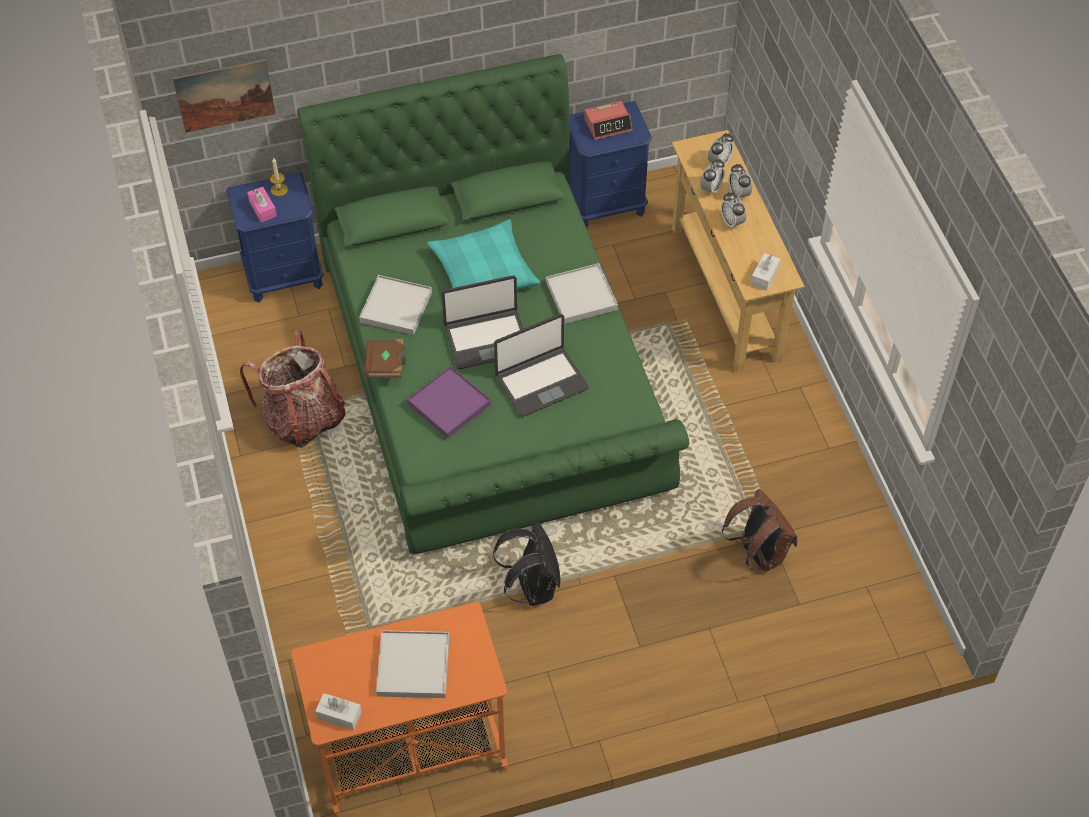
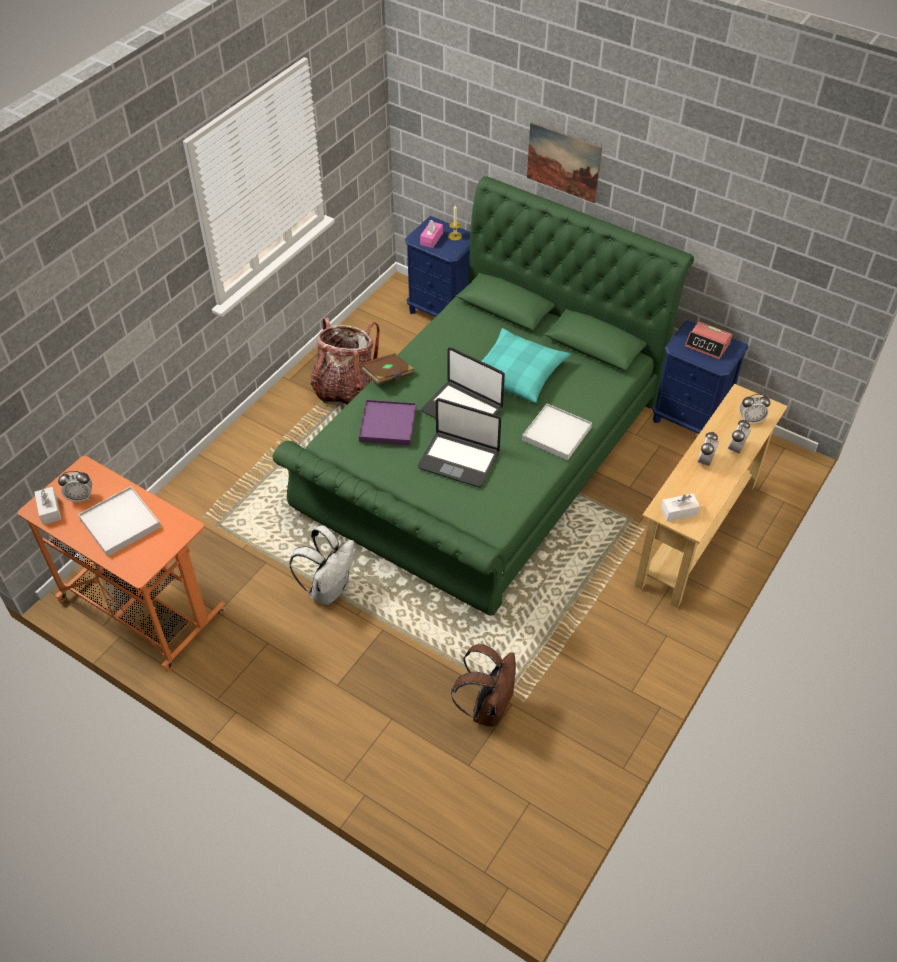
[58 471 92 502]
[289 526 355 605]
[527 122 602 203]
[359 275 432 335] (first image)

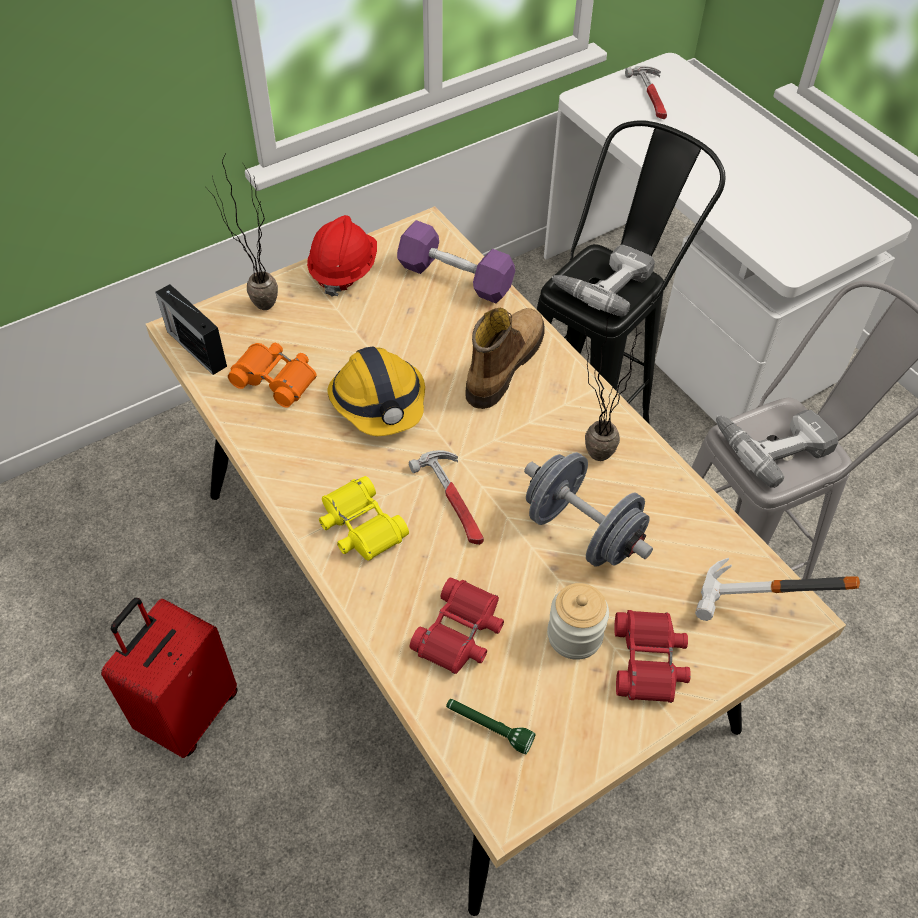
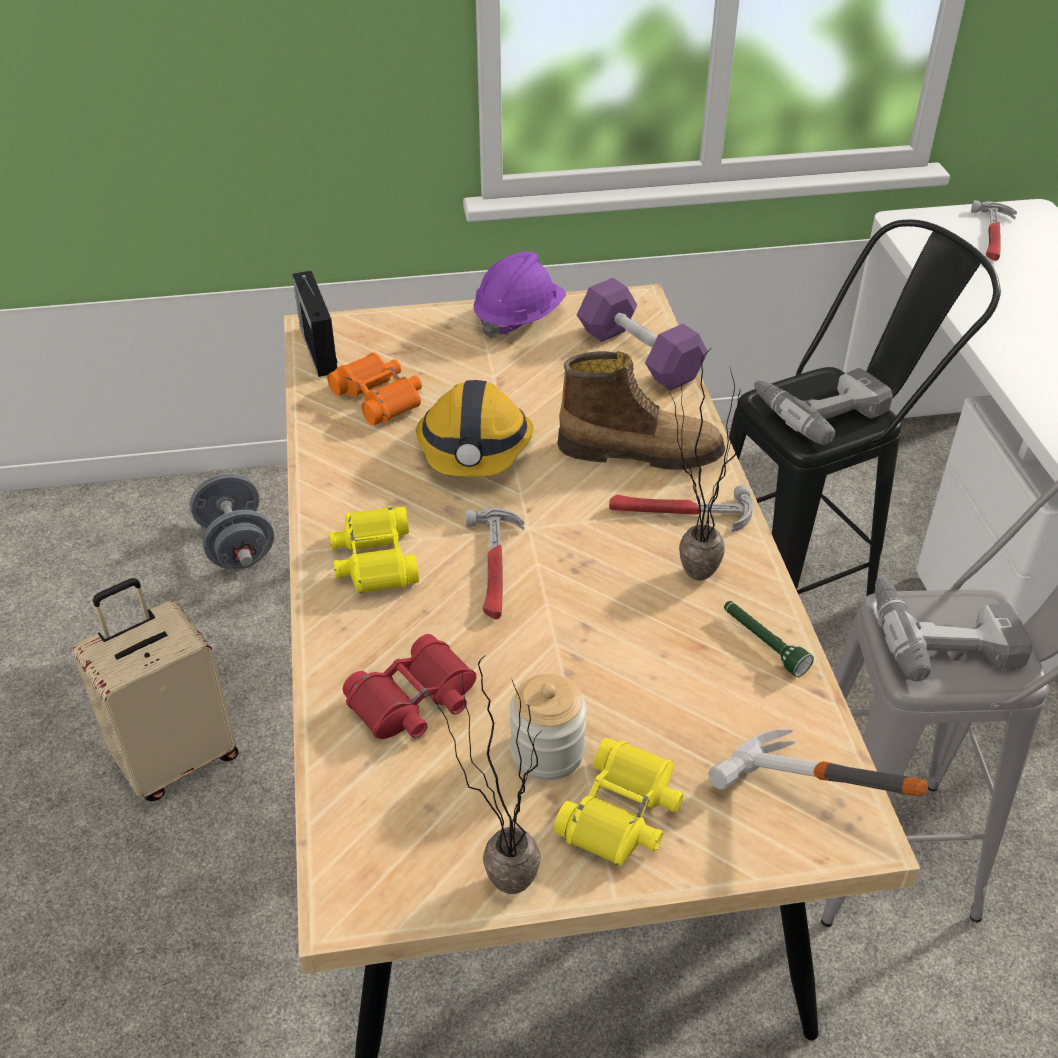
[72 578 238 801]
[190 473 274 569]
[434 655 541 894]
[473 252 566 339]
[554 738 684 866]
[557 351 725 470]
[609 485 753 532]
[724 601 814 677]

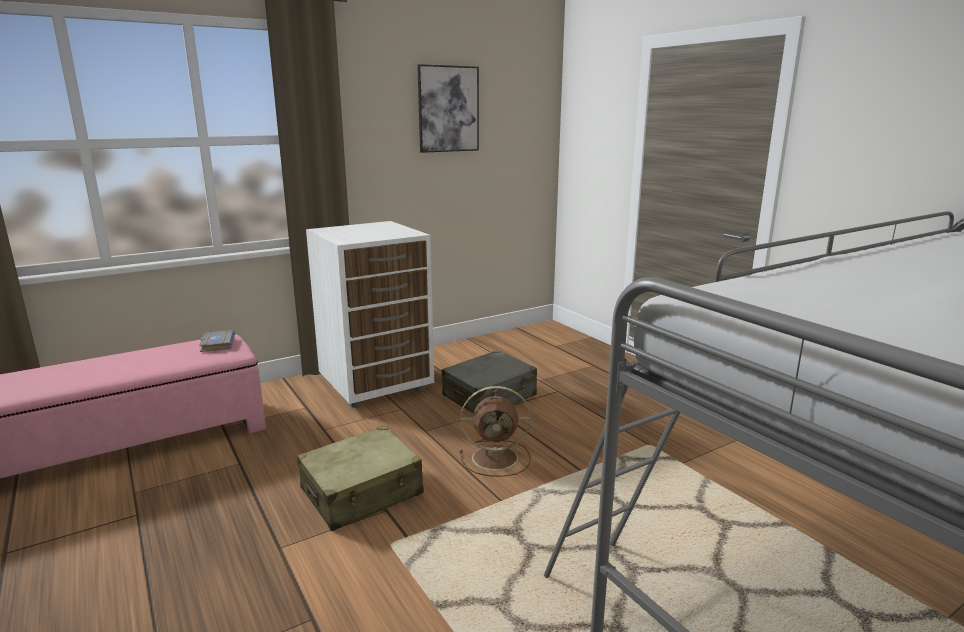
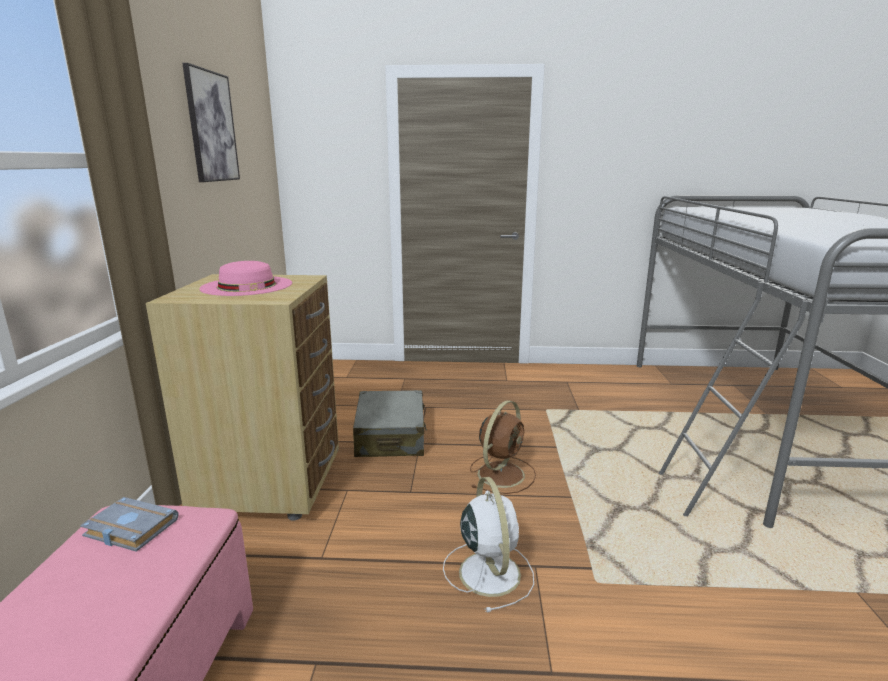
[146 274 339 521]
[199 261 292 296]
[443 477 534 613]

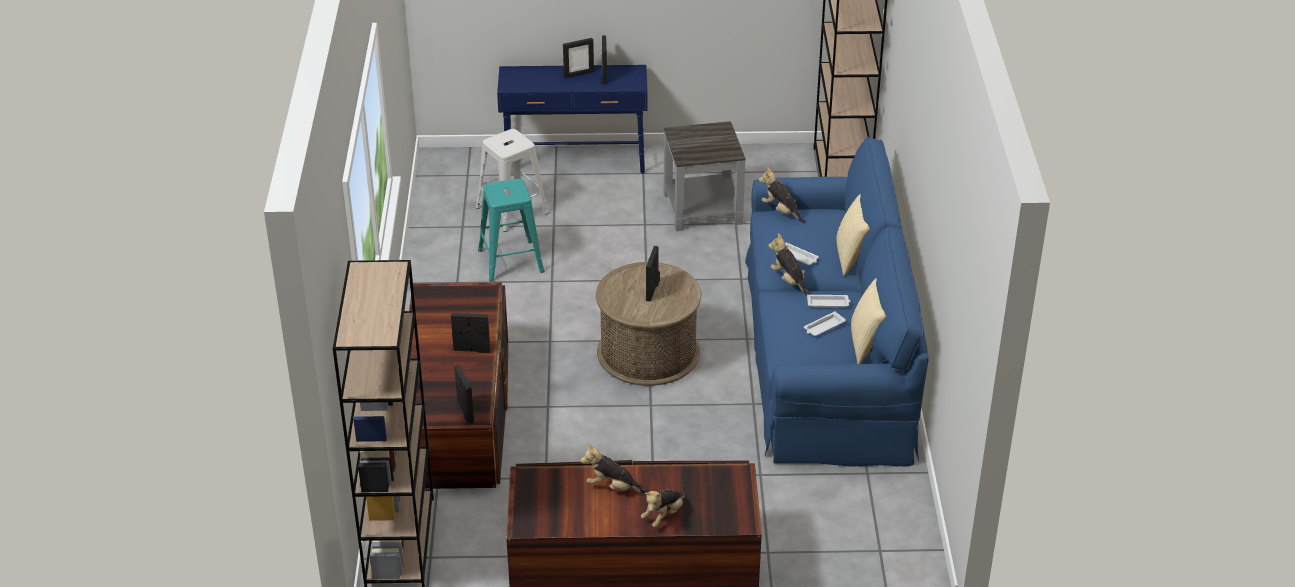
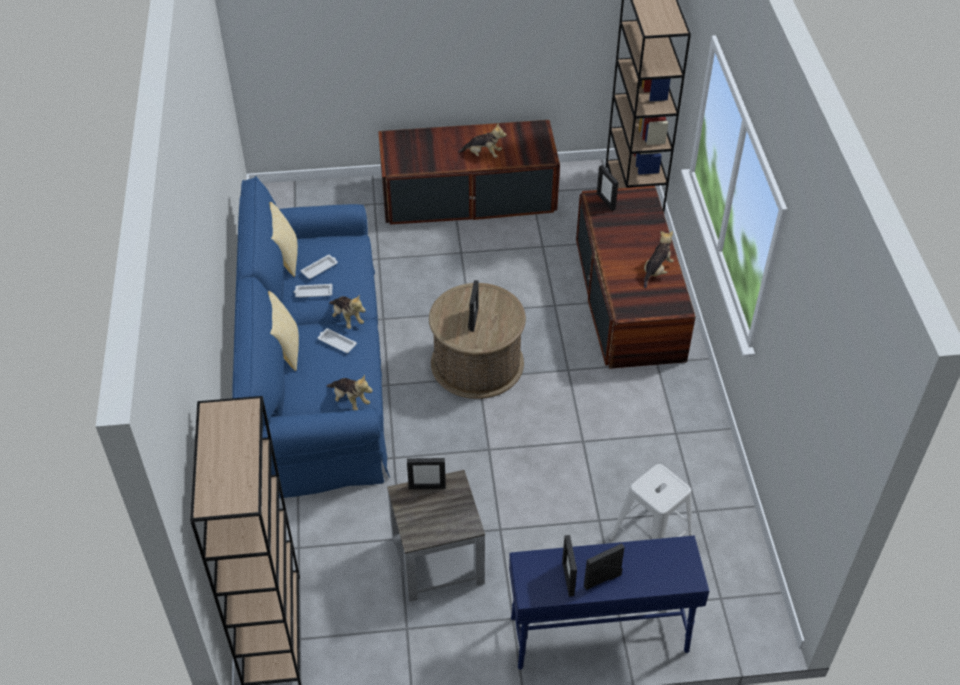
[407 458 446 489]
[644 231 674 288]
[478 179 544 282] (first image)

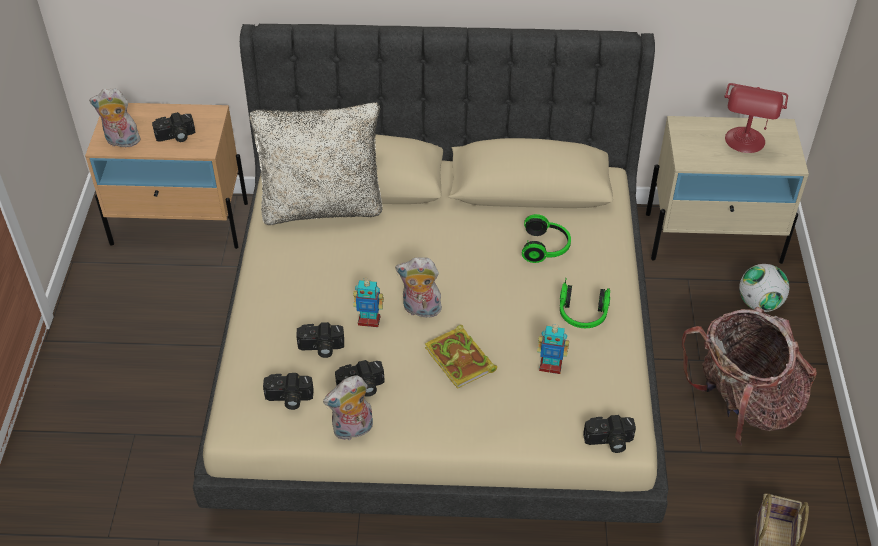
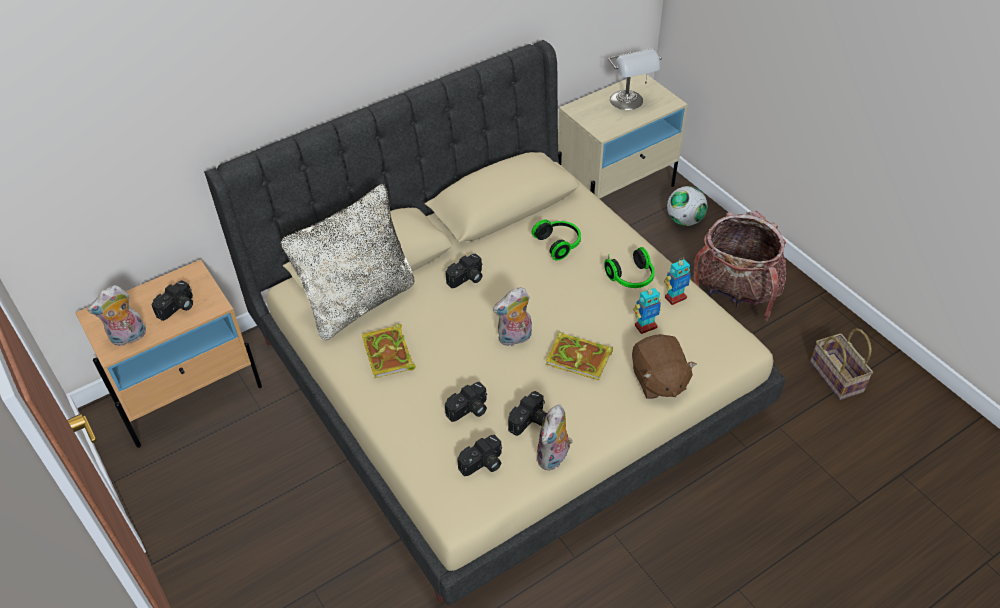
[362 324 416 379]
[446 253 483 288]
[608 49 662 110]
[632 334 697 399]
[664 259 691 305]

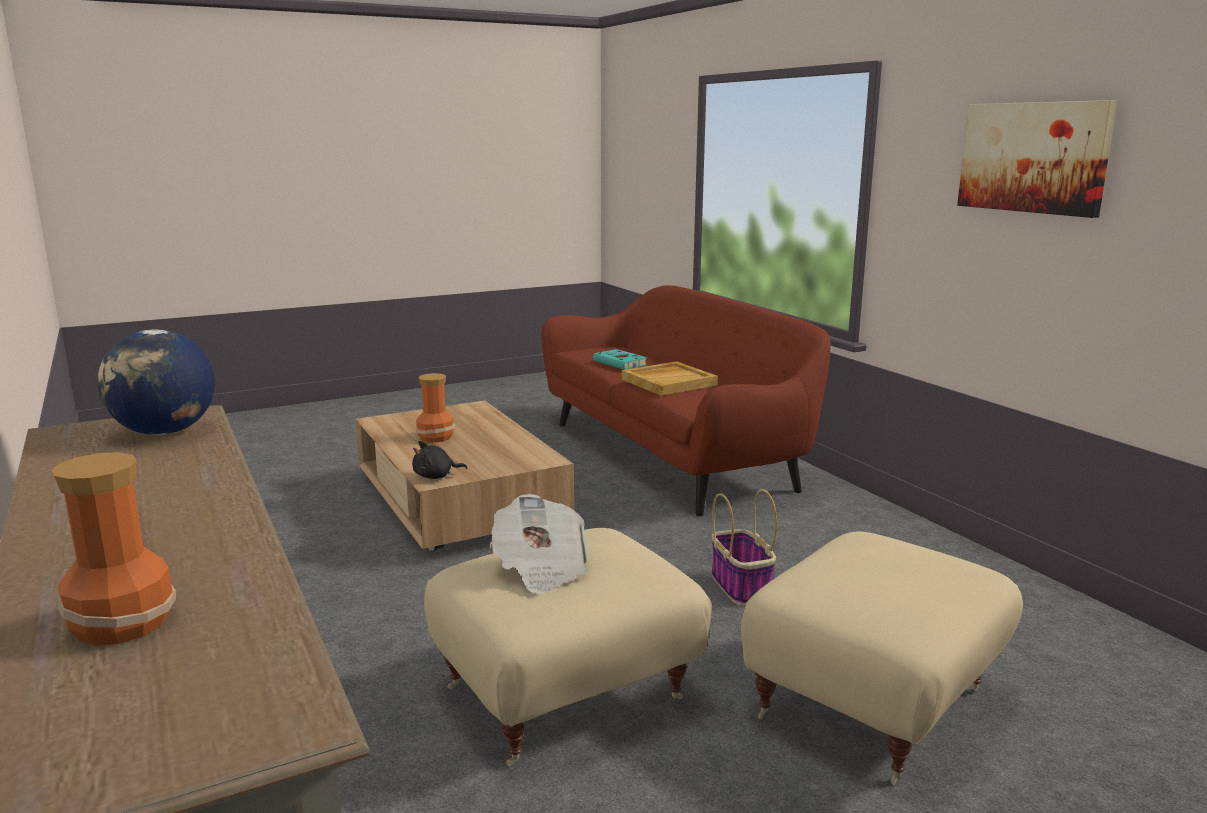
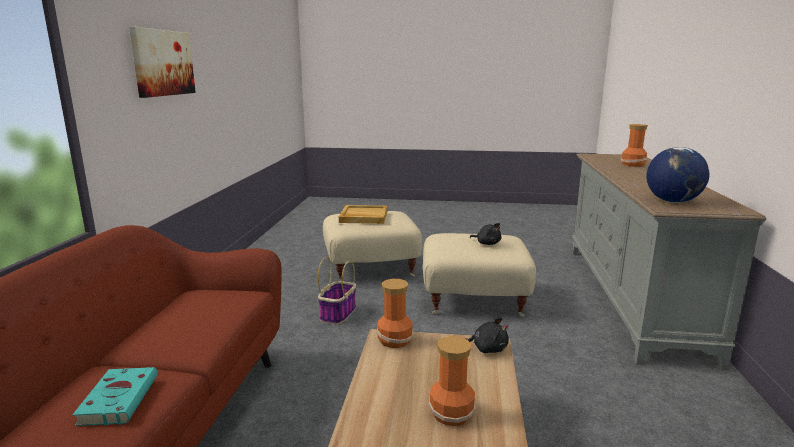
[339 205 387 224]
[376 279 413 348]
[470 223 501 245]

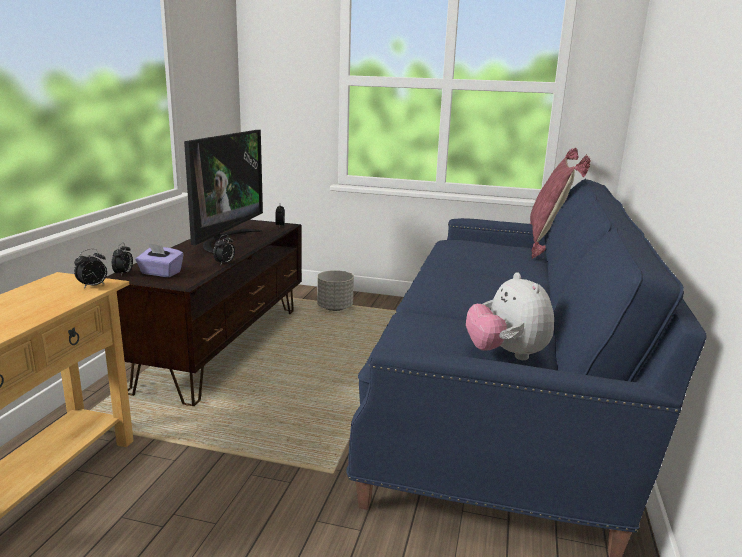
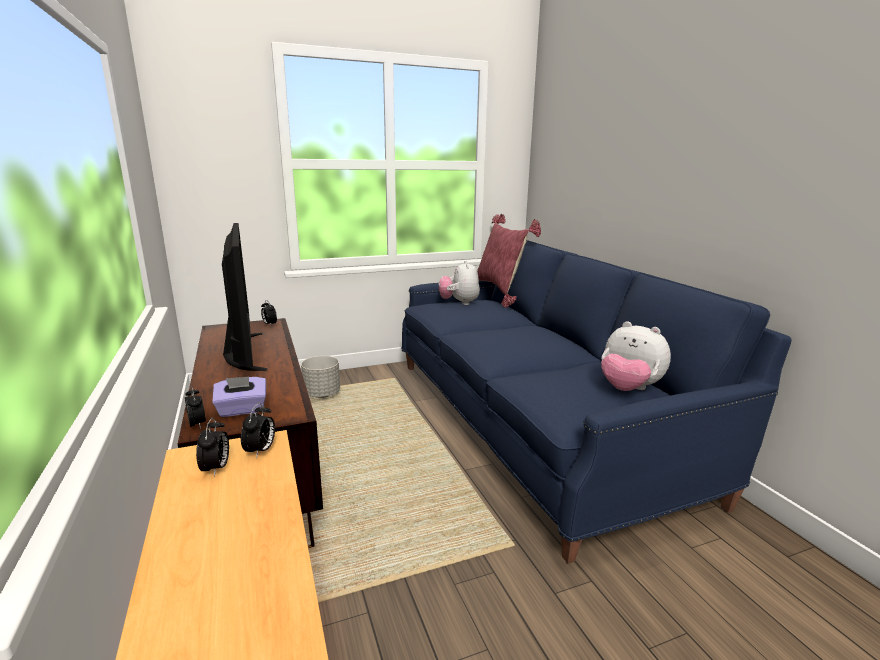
[196 417 229 477]
[439 260 480 305]

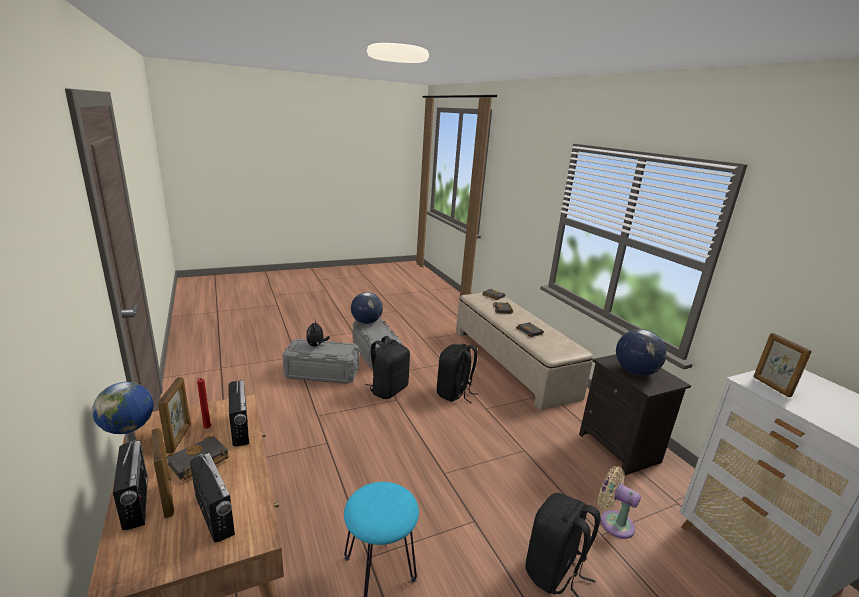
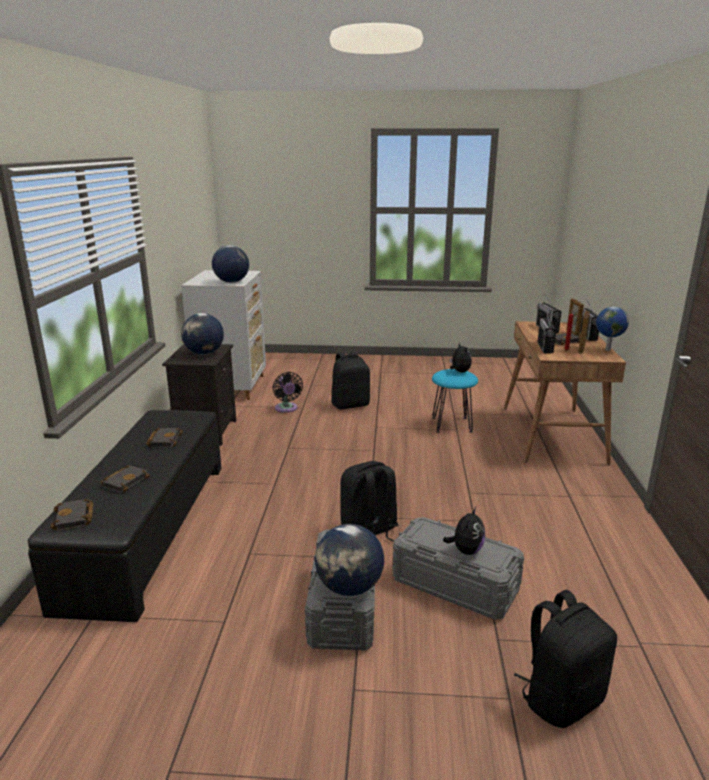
[28 410 221 622]
[212 245 249 283]
[273 372 303 413]
[450 343 472 373]
[514 590 617 728]

